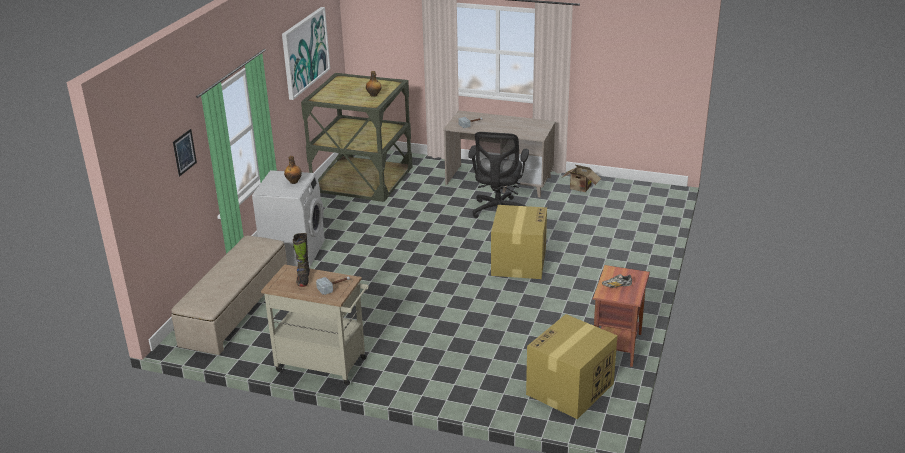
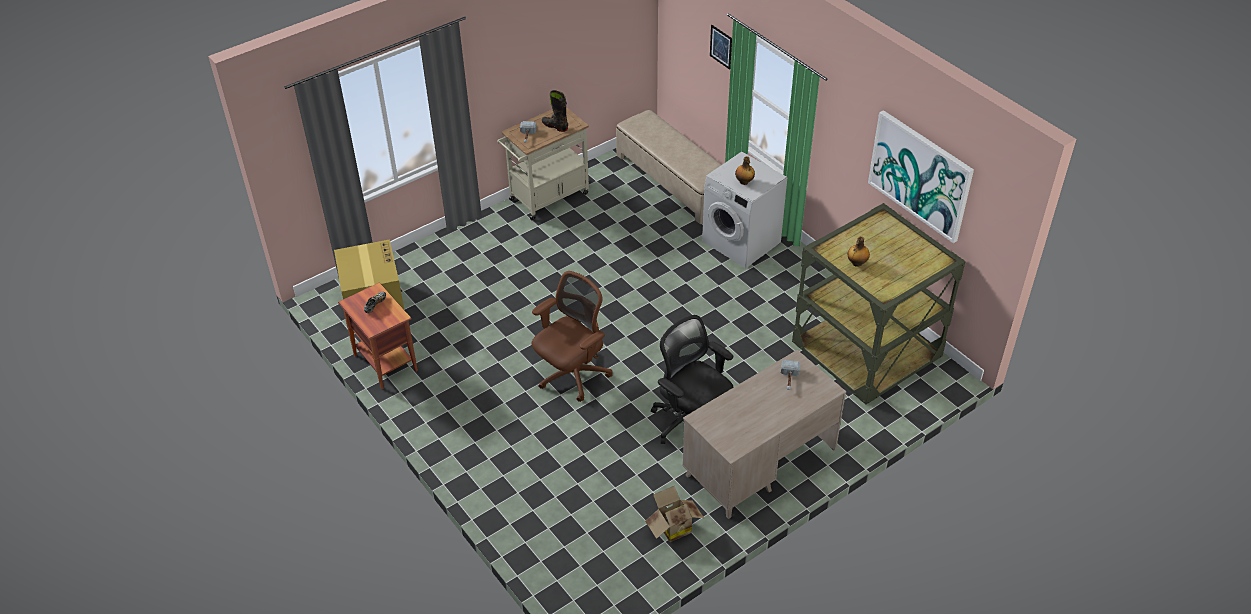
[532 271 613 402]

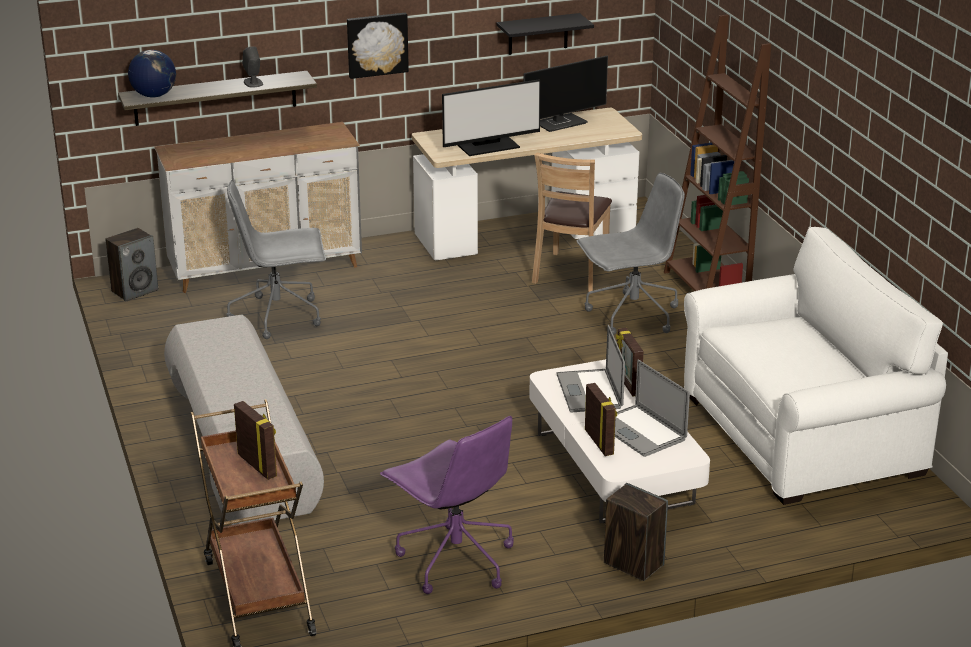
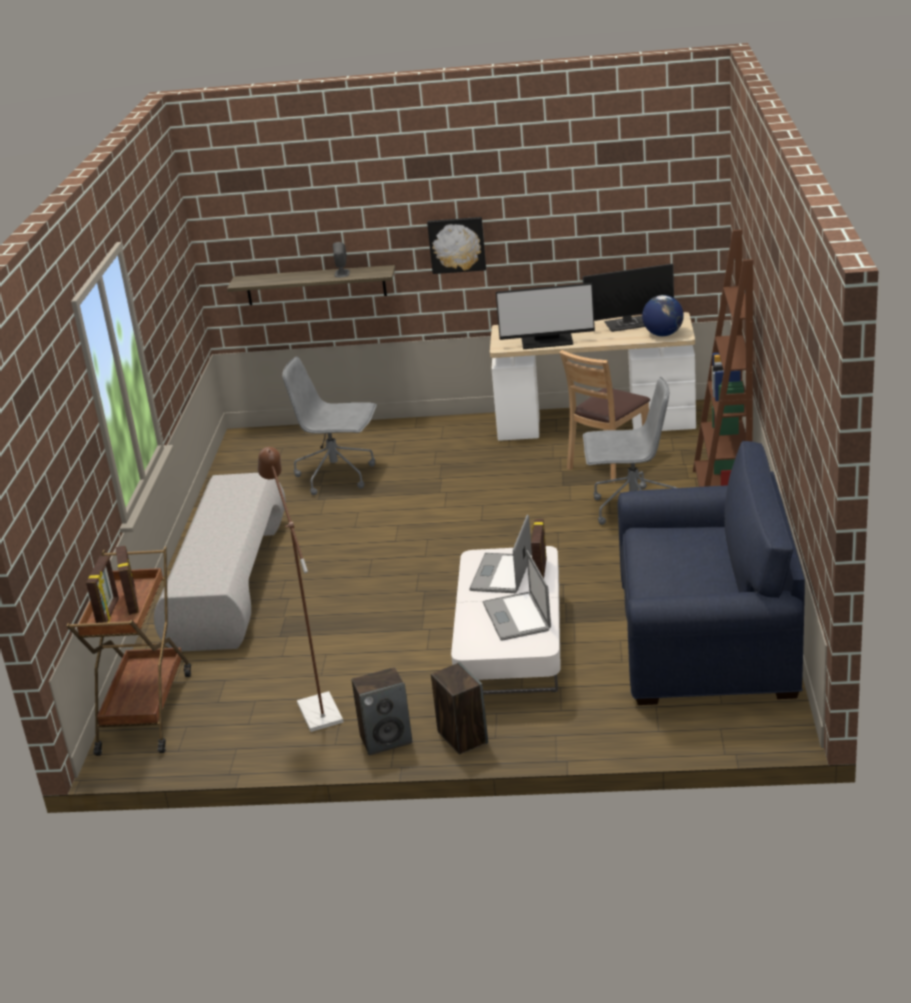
[86 556 119 623]
[258 447 344 732]
[351 667 413 755]
[618 441 805 705]
[642 295 684 336]
[154 122 362 294] (first image)
[497 13 594 55] (first image)

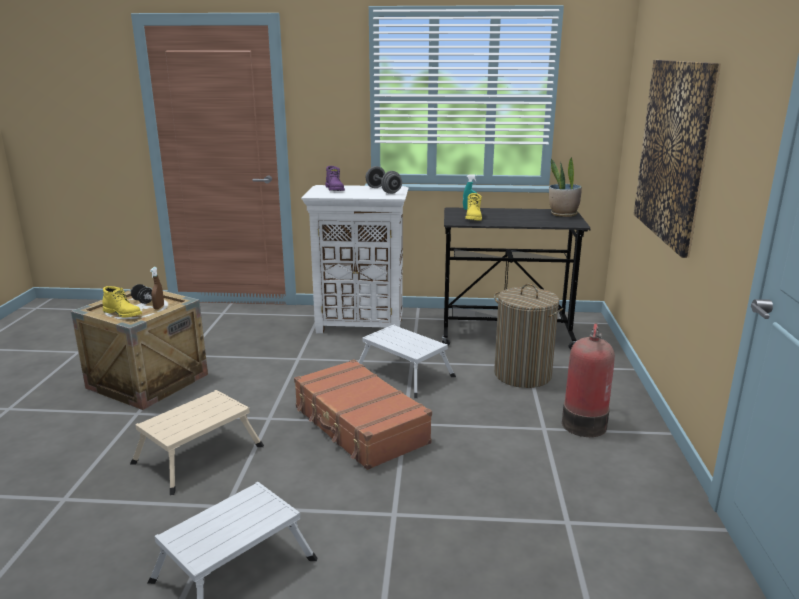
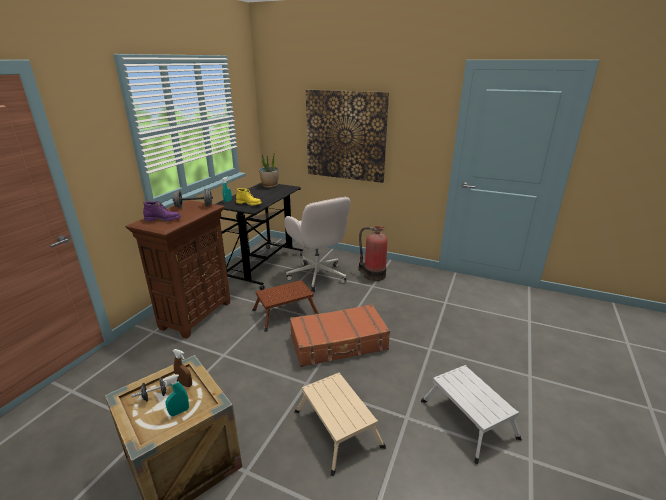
[125 200 230 339]
[163 374 189 416]
[252 280 319 332]
[285 197 350 292]

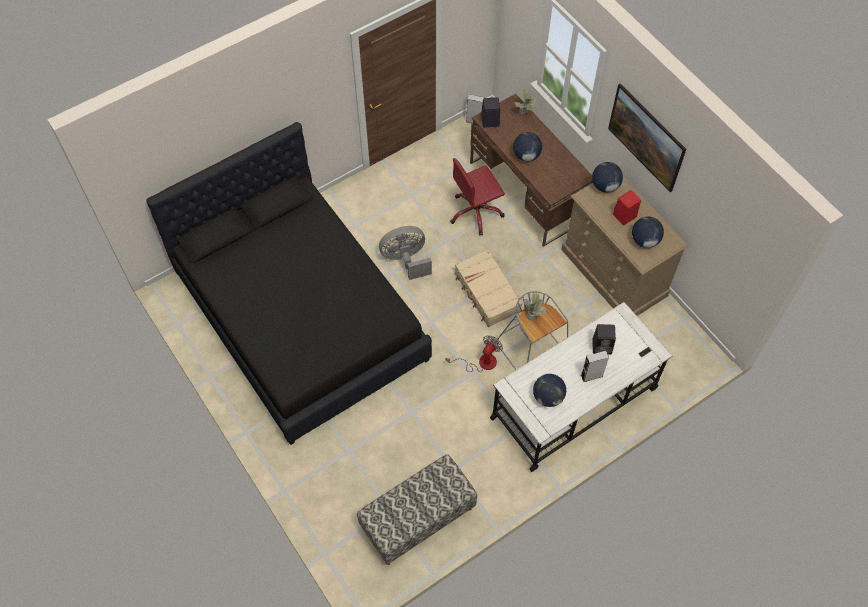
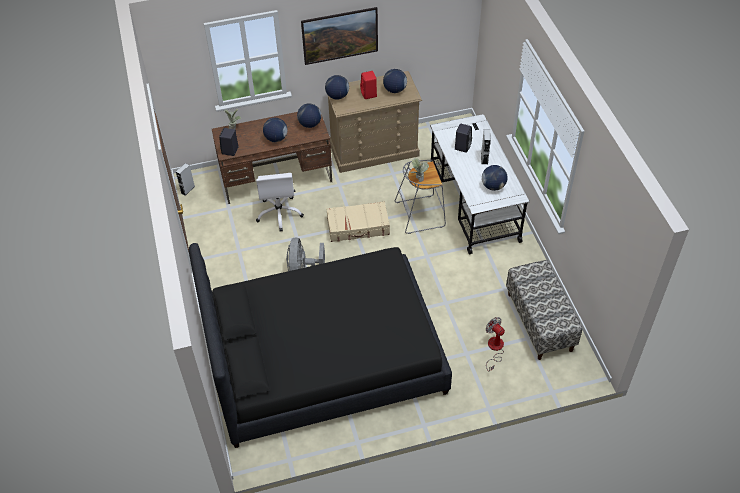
[256 173 304 231]
[297 103 321 128]
[486 317 505 372]

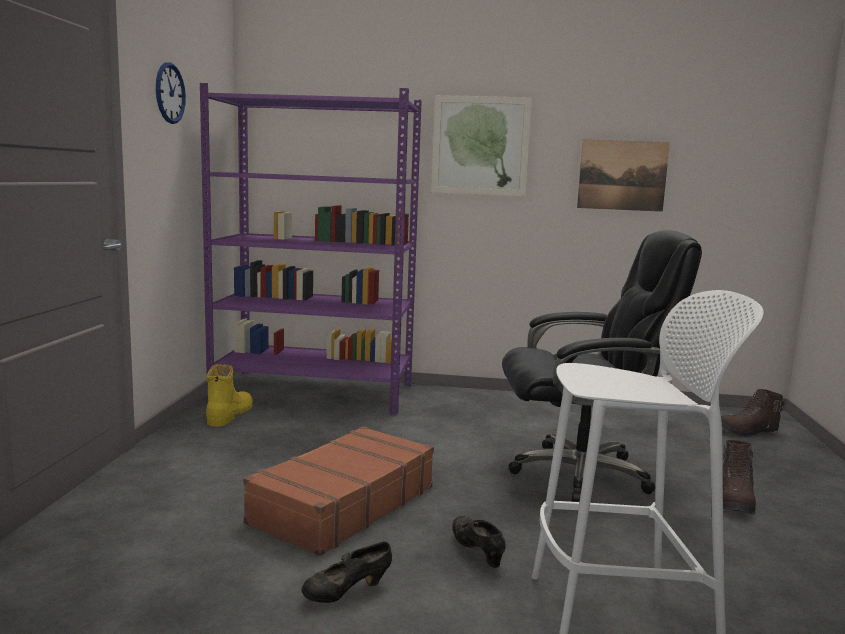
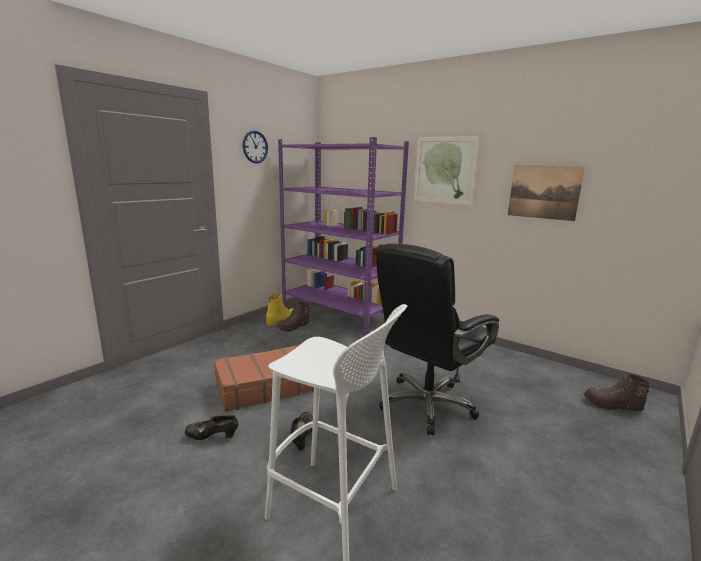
[276 302 310 332]
[376 244 499 435]

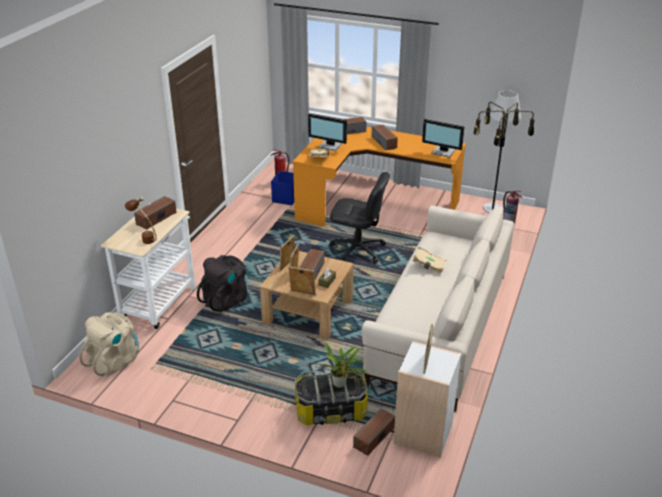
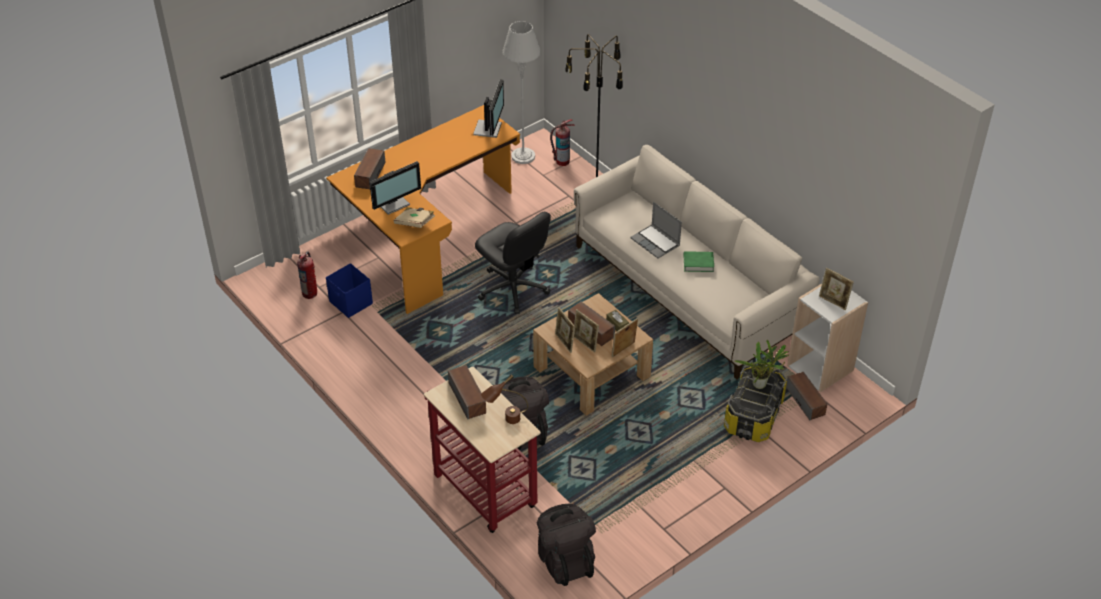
[424 367 541 533]
[473 79 504 138]
[475 212 551 314]
[537 504 596 586]
[630 202 682 258]
[684 251 714 272]
[372 125 398 150] (first image)

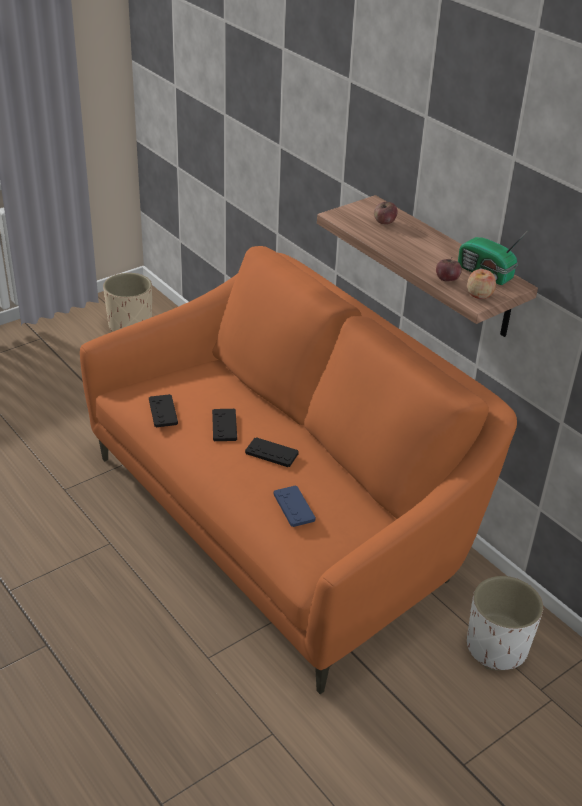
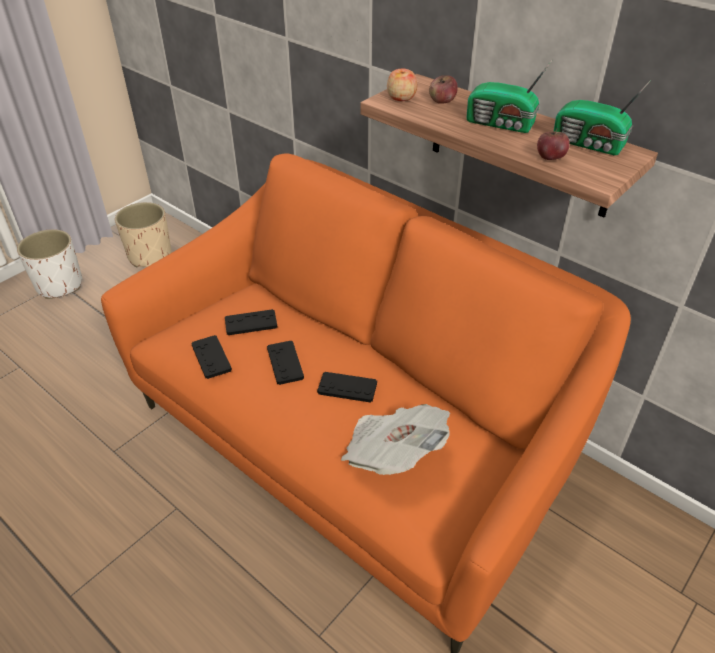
[17 229 82 299]
[225 309 277 335]
[341 404 450 475]
[387 69 417 101]
[466 60 552 133]

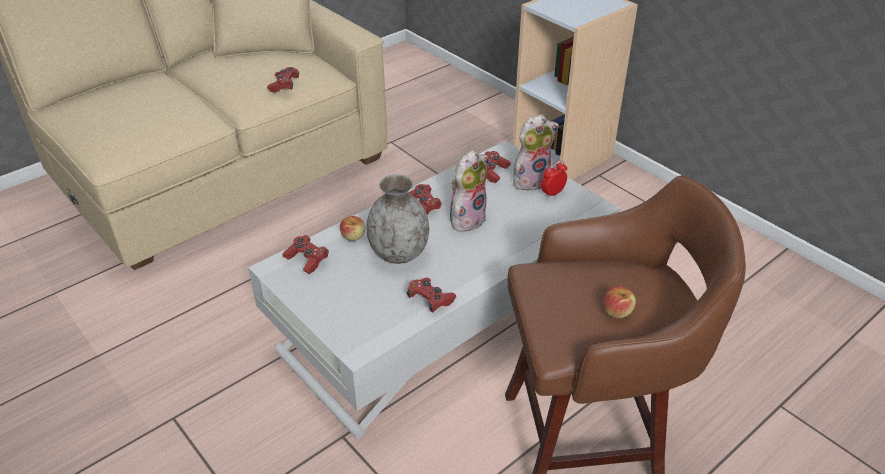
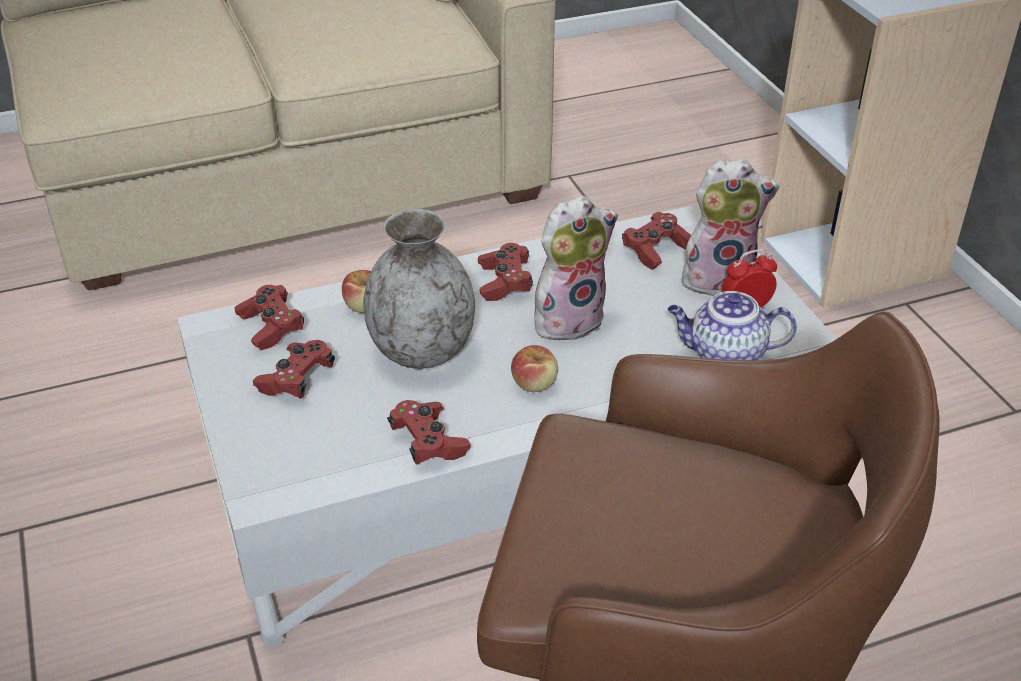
[253 340 335 399]
[511 345 558 392]
[668 291 797 360]

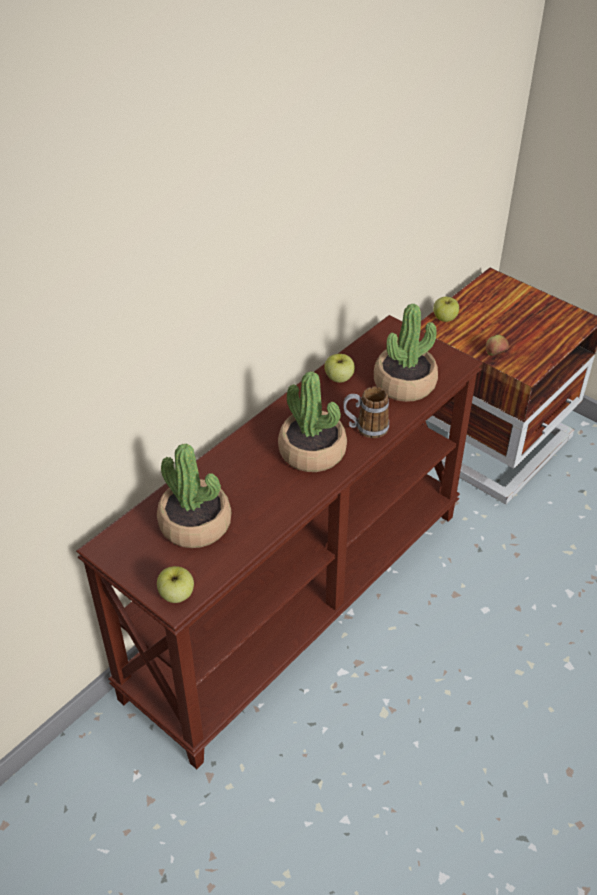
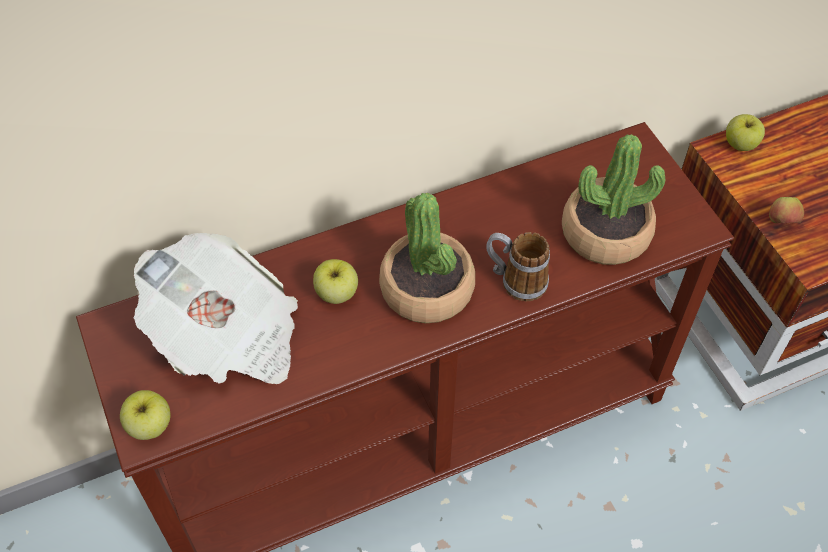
[134 233 298 384]
[313 259 358 304]

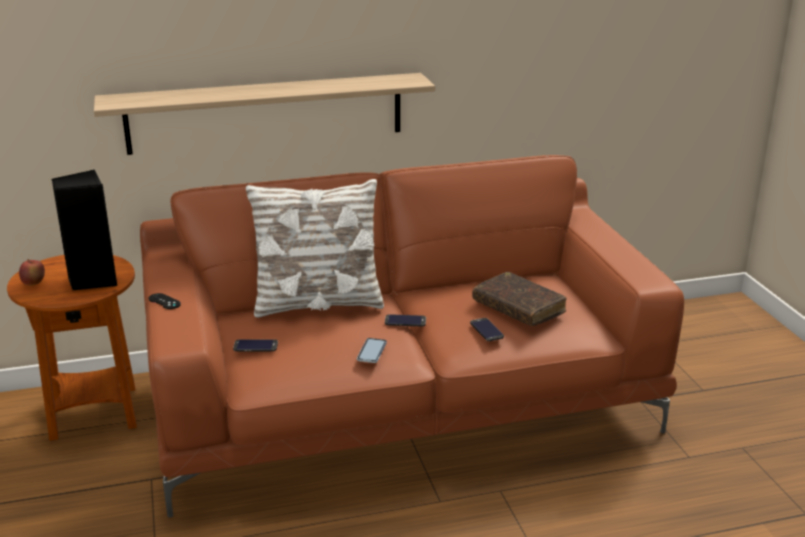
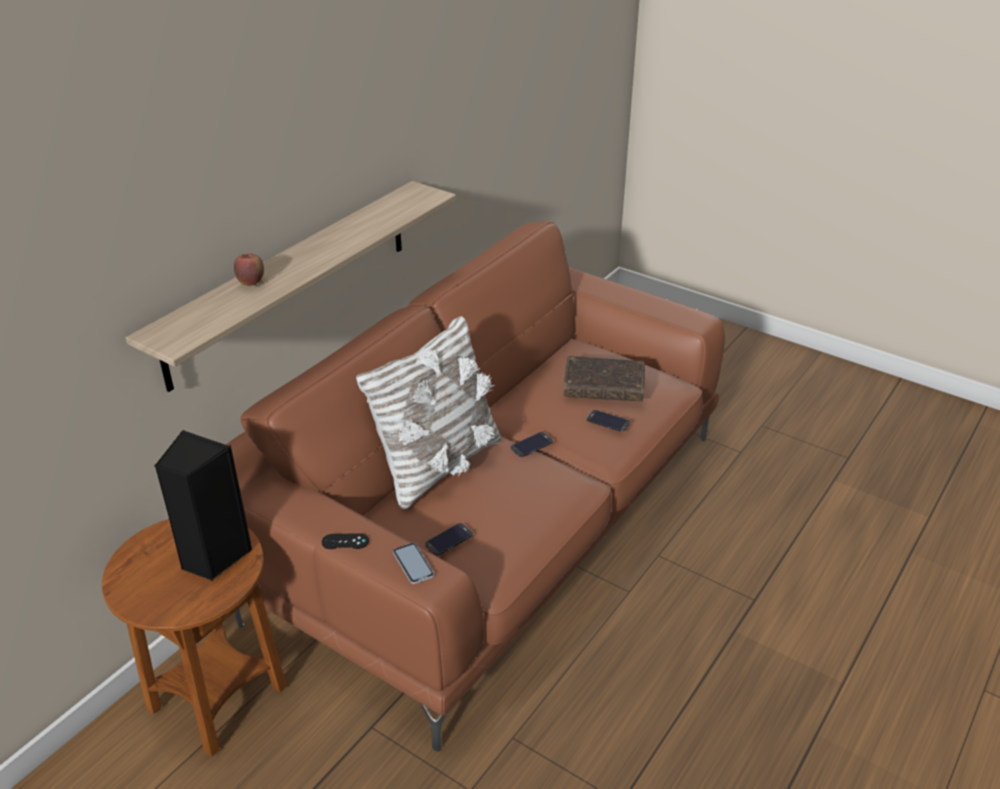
[234 254 264 286]
[393 543 434 584]

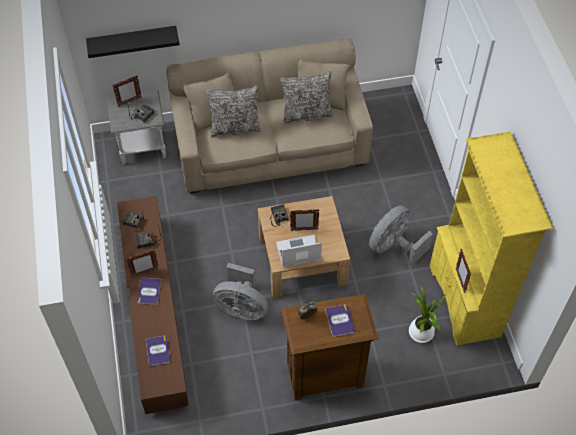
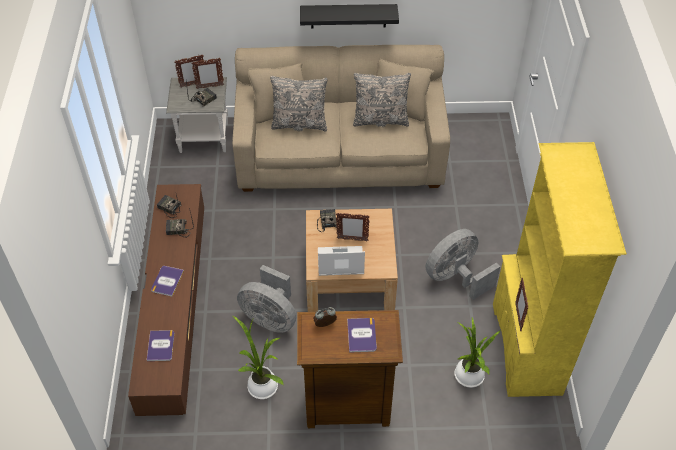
[191 58 224 89]
[233 316 284 399]
[300 4 399 29]

